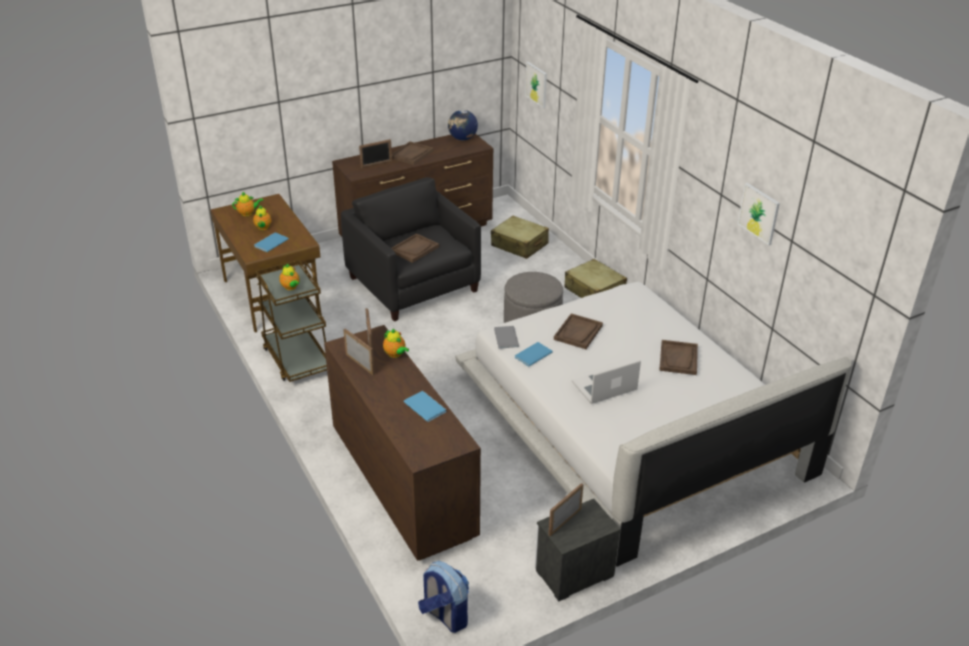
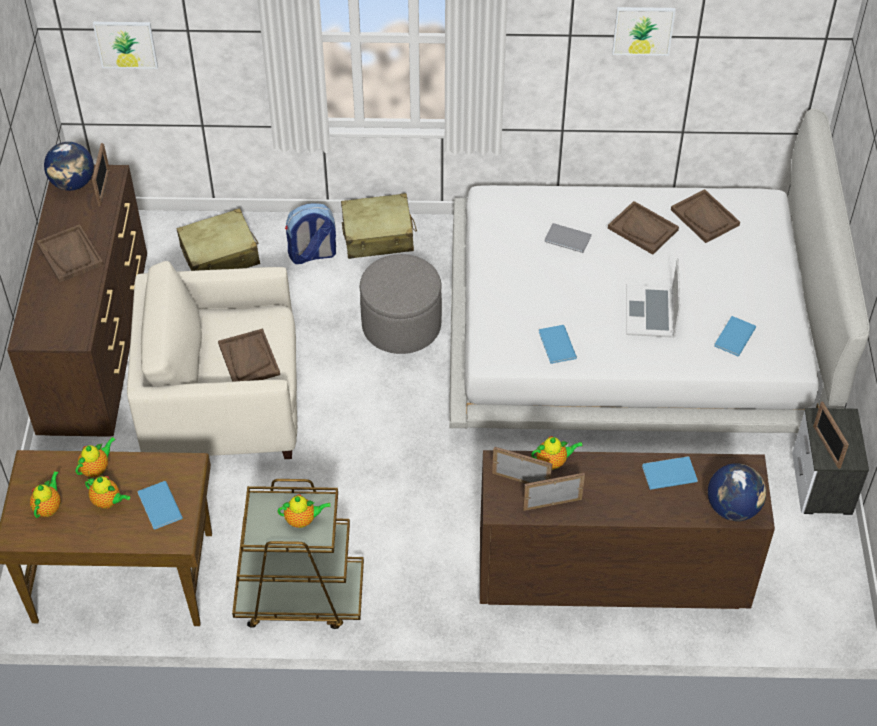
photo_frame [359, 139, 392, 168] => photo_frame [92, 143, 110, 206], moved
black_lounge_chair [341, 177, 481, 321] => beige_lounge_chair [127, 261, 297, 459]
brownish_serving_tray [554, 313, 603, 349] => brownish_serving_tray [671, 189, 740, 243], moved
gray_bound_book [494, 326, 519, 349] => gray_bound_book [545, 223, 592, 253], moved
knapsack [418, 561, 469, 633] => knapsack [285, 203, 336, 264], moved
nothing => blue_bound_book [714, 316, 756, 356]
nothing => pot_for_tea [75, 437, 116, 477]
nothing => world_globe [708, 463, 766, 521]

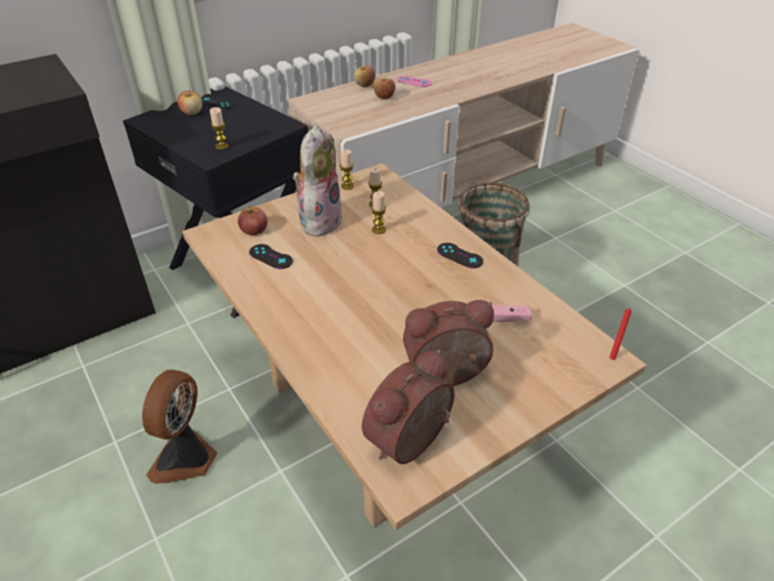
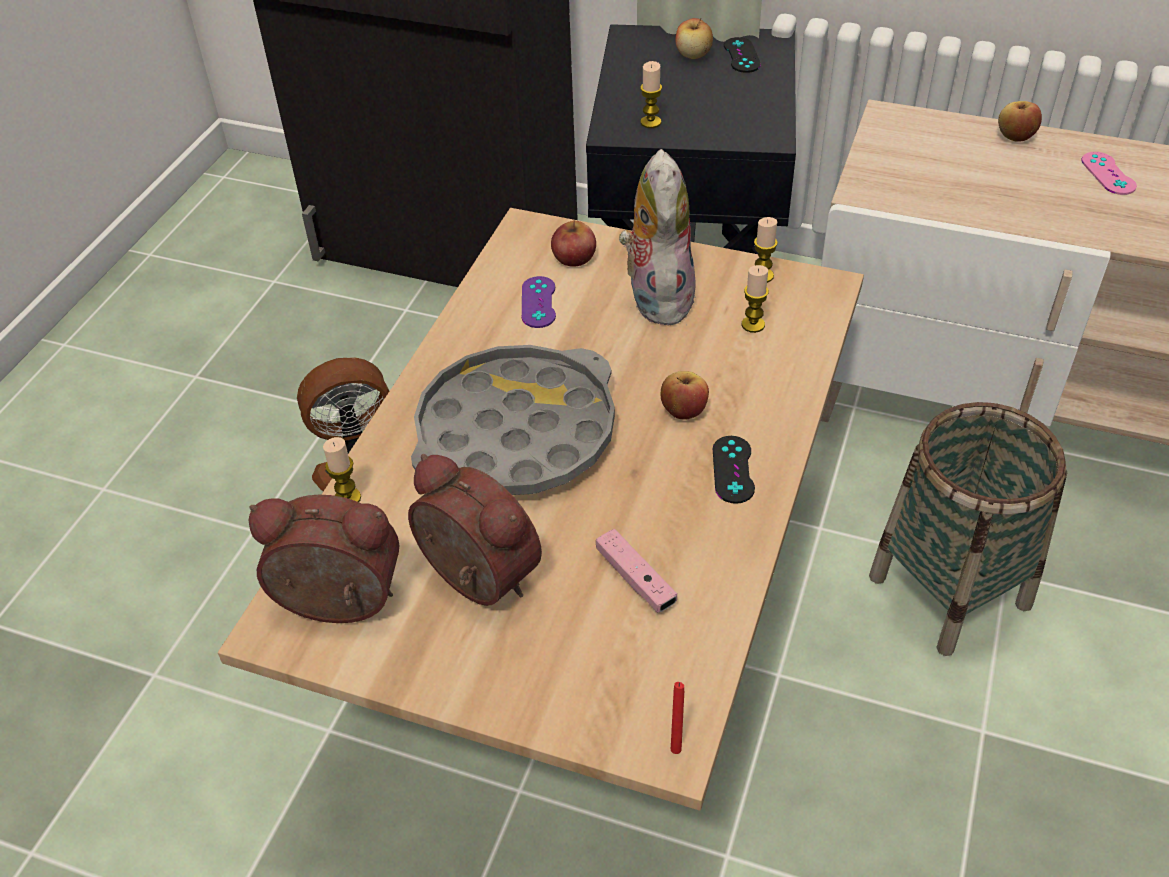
apple [374, 78, 395, 99] => apple [661, 371, 709, 420], moved
plush_toy [293, 125, 343, 237] => plush_toy [619, 149, 695, 326], 75 degrees counterclockwise
candle [371, 191, 386, 234] => candle [323, 437, 361, 502], moved
black_joypad [249, 244, 293, 269] => purple_joypad [522, 276, 556, 328]
nothing => gray_serving_tray [411, 345, 615, 495]

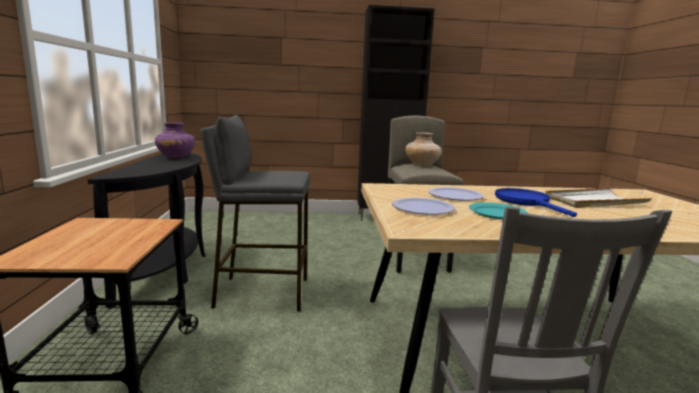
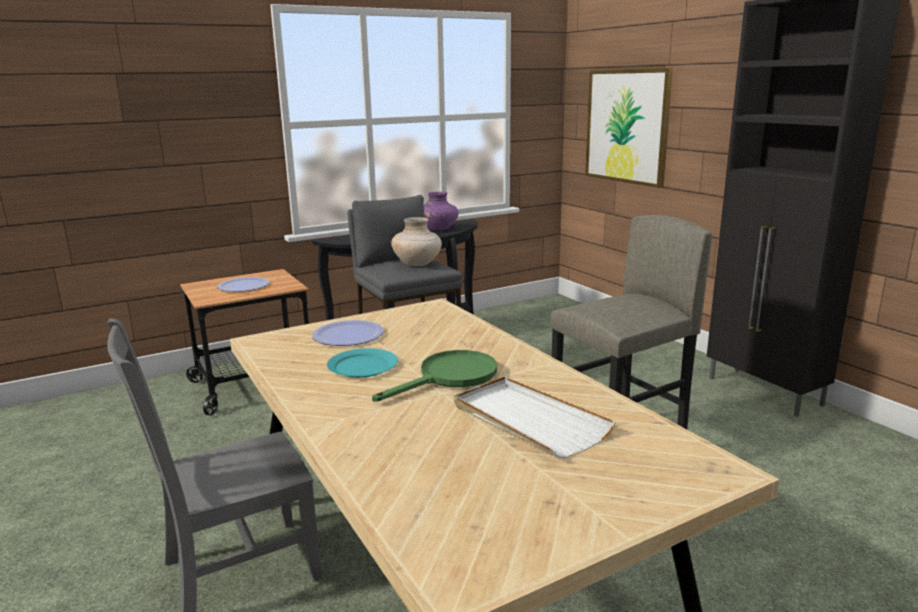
beige_decorative_vase [405, 132, 442, 166] => beige_decorative_vase [391, 217, 442, 266], moved
flat_dish [428, 187, 484, 201] => flat_dish [217, 277, 270, 292], moved
blue_skillet [495, 188, 577, 217] => green_skillet [372, 350, 497, 402]
nothing => wall_picture [585, 68, 673, 188]

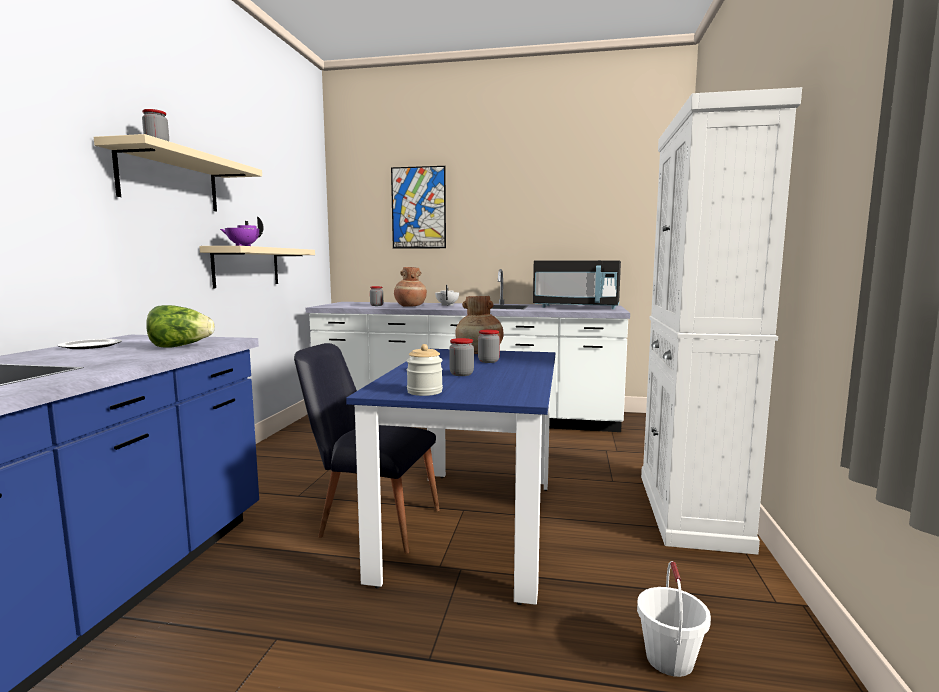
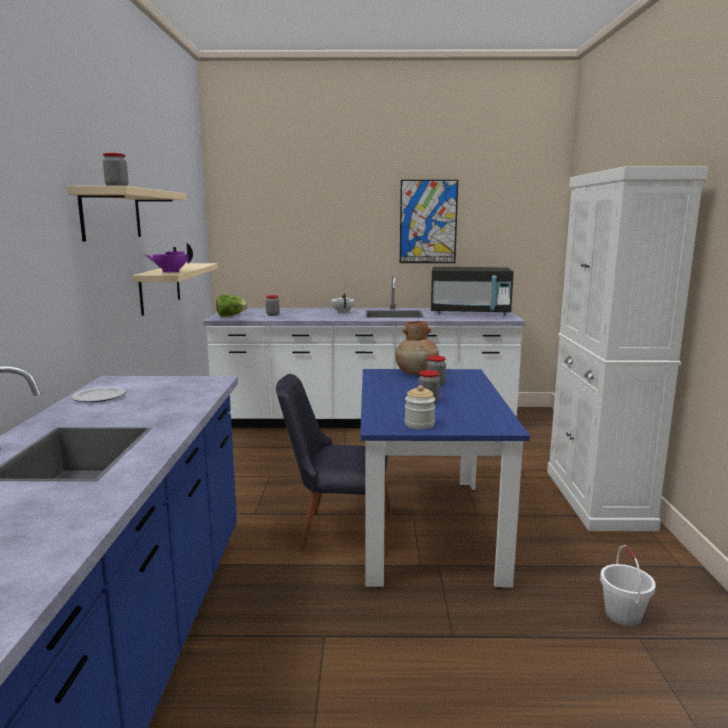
wall_picture [391, 166, 446, 249] => wall_picture [400, 180, 458, 263], moved
brownish_decorative_vase [394, 267, 427, 307] => nothing
lettuce [146, 305, 215, 348] => lettuce [216, 295, 248, 317], moved

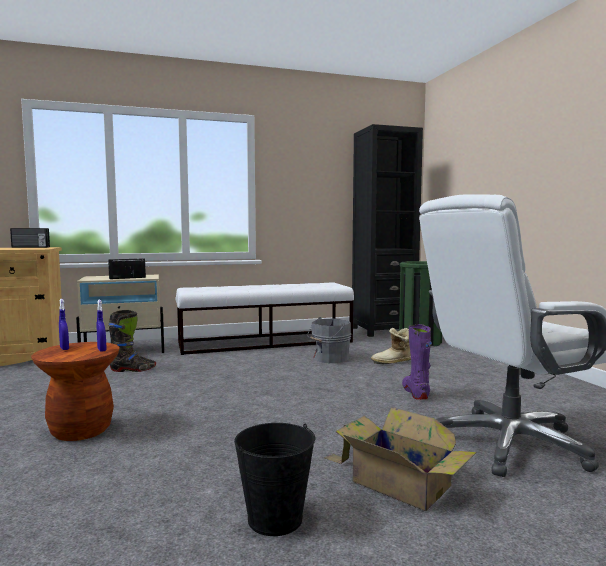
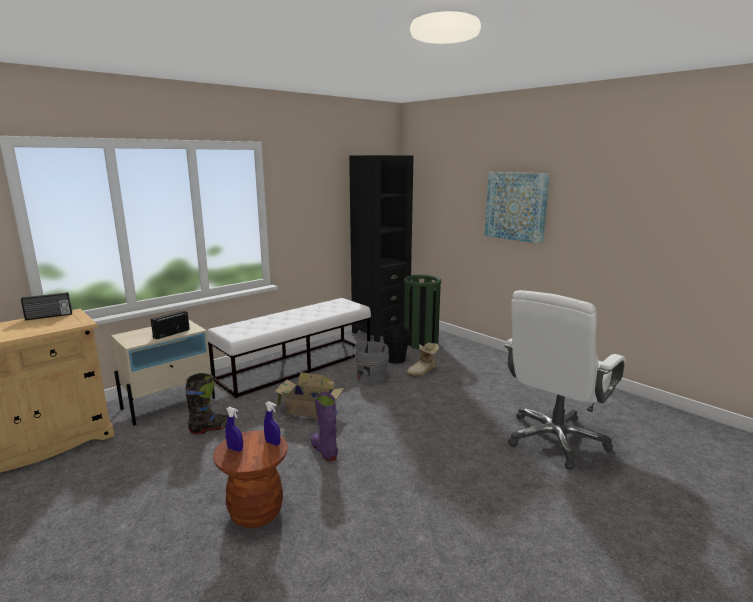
purple_boot [402, 324, 432, 400] => purple_boot [311, 392, 338, 461], moved
carton [325, 407, 476, 511] => carton [272, 372, 344, 418], moved
black_water_bucket [234, 423, 315, 536] => black_water_bucket [382, 326, 411, 363], moved
nothing => wall_picture [485, 172, 550, 244]

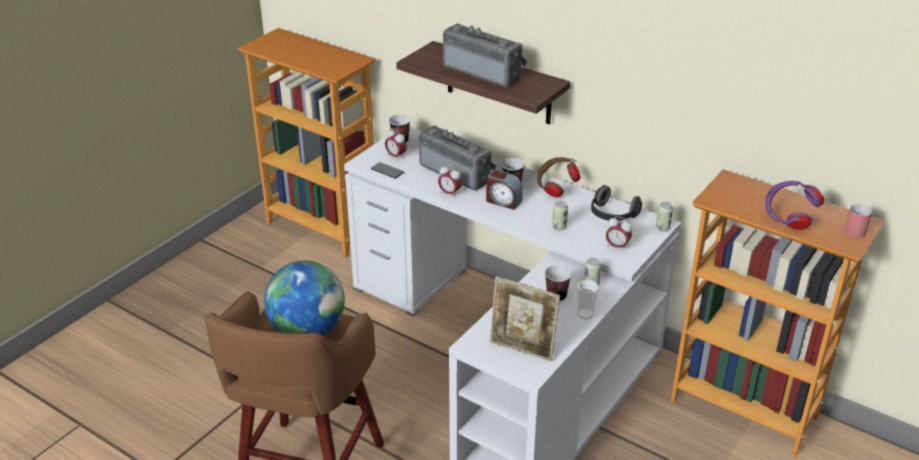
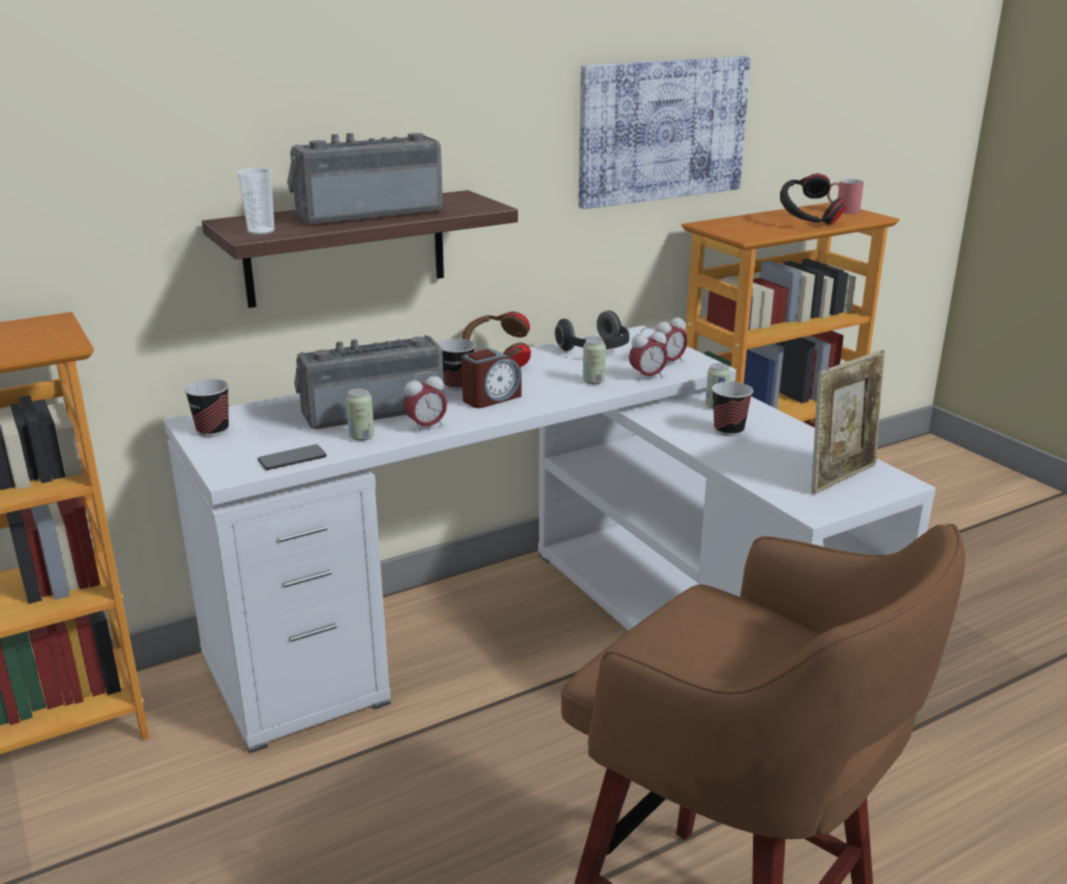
table_clock [385, 128, 407, 161] => table_clock [629, 326, 668, 381], moved
purple_pair_of_headphones [765, 181, 824, 230] => black_pair_of_headphones [780, 174, 846, 224]
metal_can [656, 202, 673, 231] => metal_can [346, 388, 374, 441], moved
world_globe [264, 260, 345, 336] => nothing
cup [578, 280, 599, 319] => cup [237, 168, 274, 235], moved
nothing => wall_picture [579, 56, 751, 209]

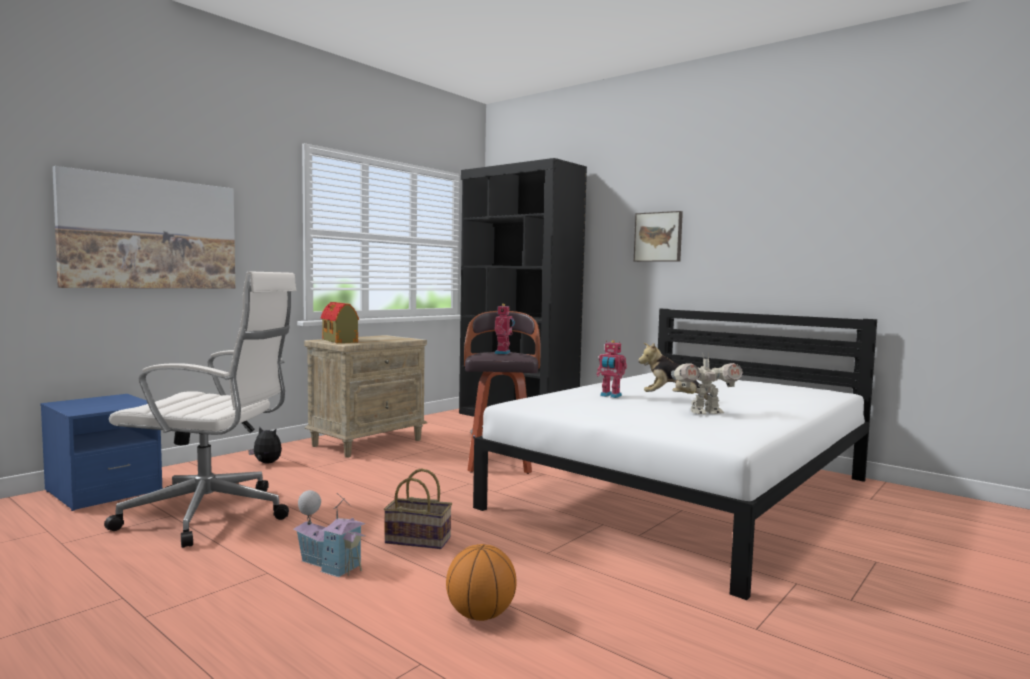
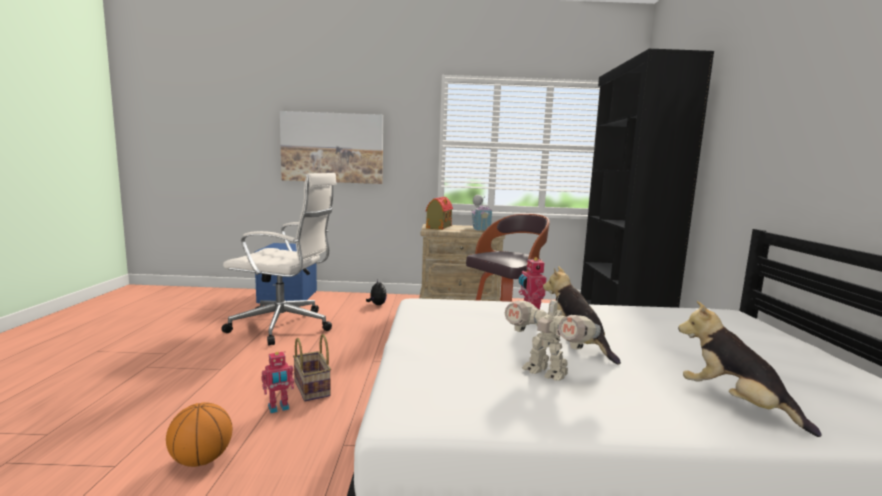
wall_picture [634, 211, 683, 262] => nothing
white_computer_chair [104, 271, 296, 548] => white_computer_chair [221, 173, 337, 346], 45 degrees counterclockwise
robot_figure [494, 304, 515, 355] => robot_figure [261, 351, 294, 413], moved
toy_house [293, 490, 366, 577] => toy_house [471, 195, 494, 231], moved
nothing => plush_toy [678, 301, 822, 437]

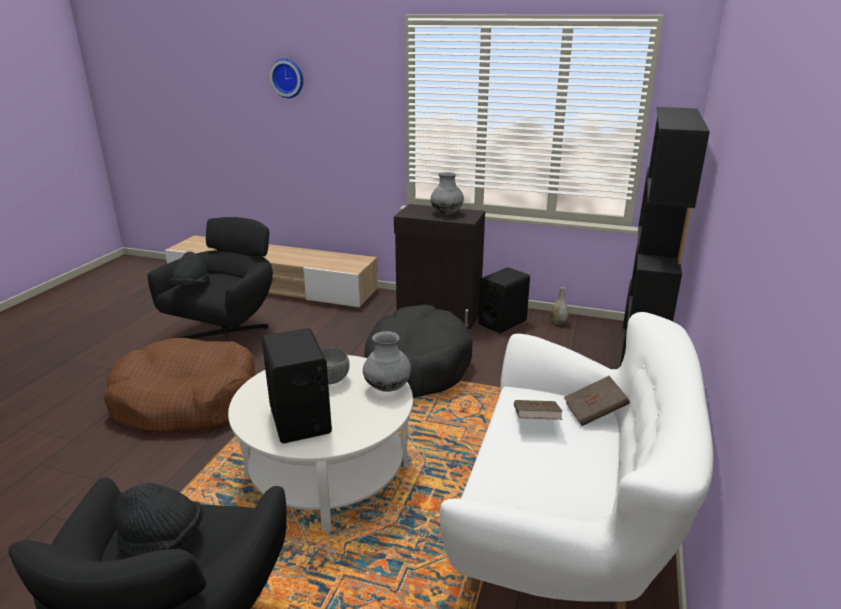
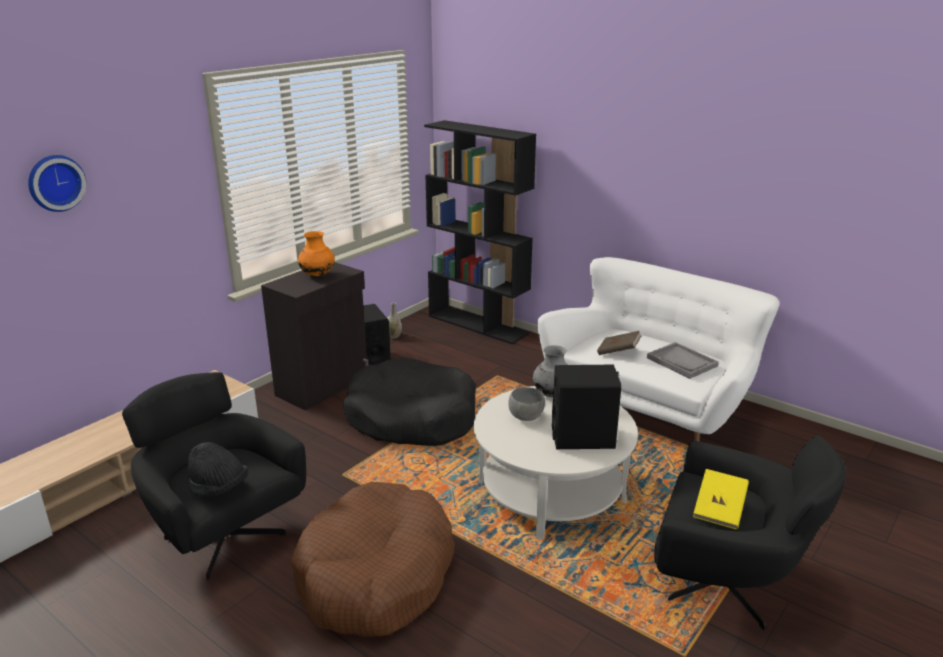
gray_decorative_vase [430, 172, 464, 214] => orange-coloured_decorative_vase [298, 231, 335, 276]
brownish_bound_book [564, 376, 630, 426] => nothing
black_clothing_hat [113, 483, 203, 557] => yellow_bound_book [693, 469, 749, 529]
nothing => gray_serving_tray [647, 342, 719, 379]

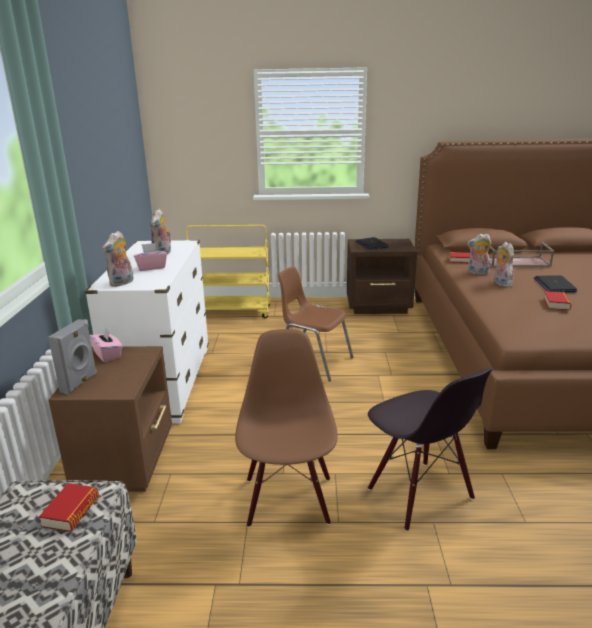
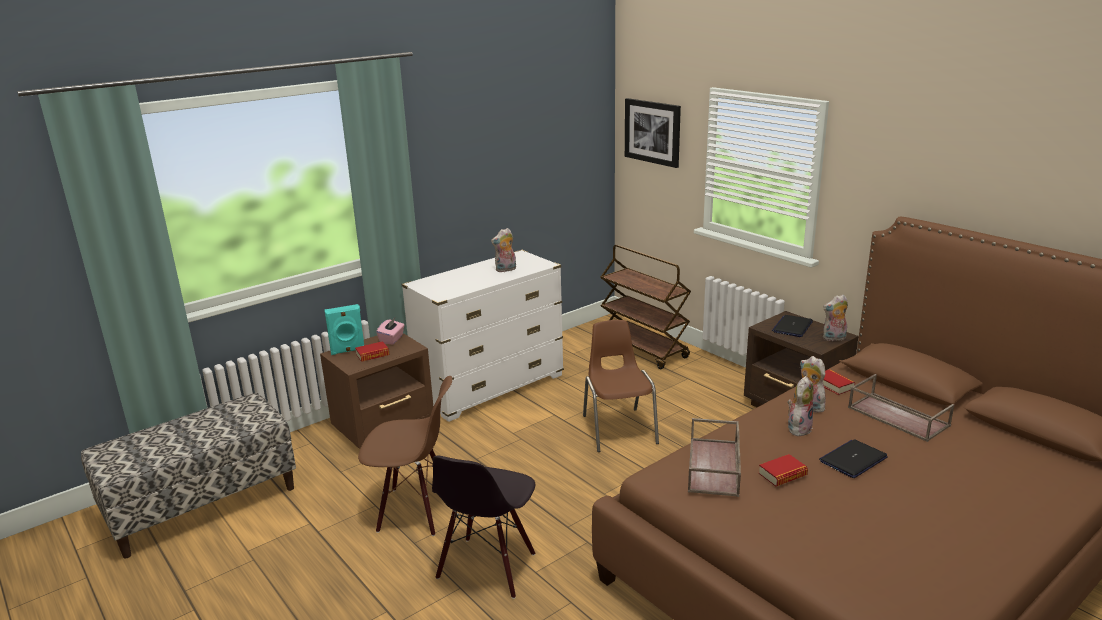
yellow_trolley [186, 225, 271, 318] => brownish_trolley [601, 245, 691, 369]
plush_toy [102, 231, 134, 287] => plush_toy [823, 295, 848, 341], moved
pinkish_tissue_box [134, 243, 167, 271] => nothing
gray_loudspeaker [48, 319, 97, 395] => turquoise-coloured_loudspeaker [325, 304, 364, 355]
brownish_plain_chair [235, 329, 338, 528] => brownish_plain_chair [358, 376, 452, 536], 45 degrees clockwise
bound_book [39, 483, 99, 532] => bound_book [355, 341, 389, 362], moved
nothing => wall_picture [625, 98, 681, 168]
nothing => brownish_serving_tray [688, 418, 741, 497]

